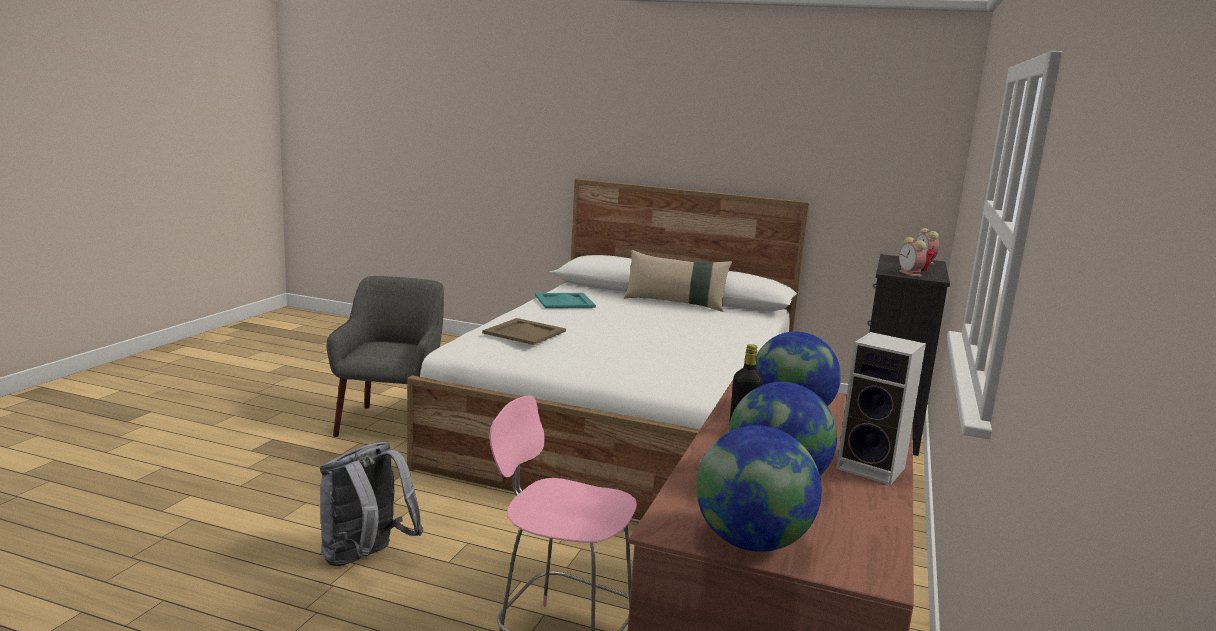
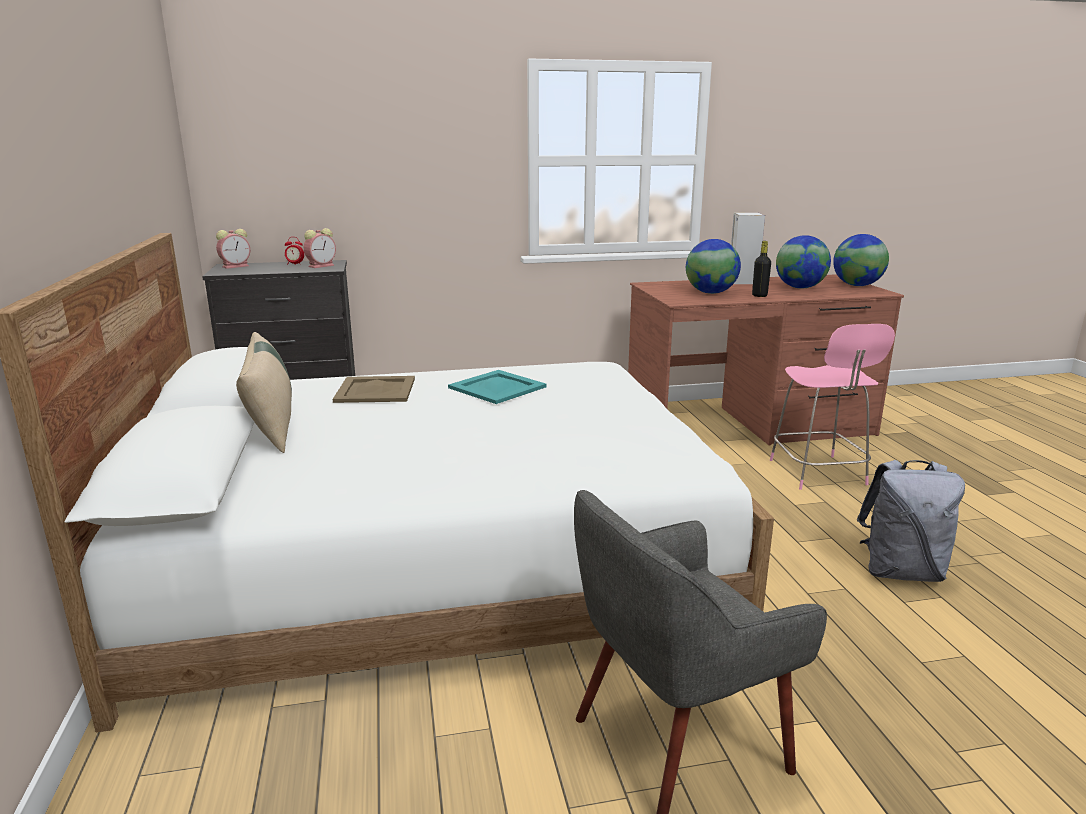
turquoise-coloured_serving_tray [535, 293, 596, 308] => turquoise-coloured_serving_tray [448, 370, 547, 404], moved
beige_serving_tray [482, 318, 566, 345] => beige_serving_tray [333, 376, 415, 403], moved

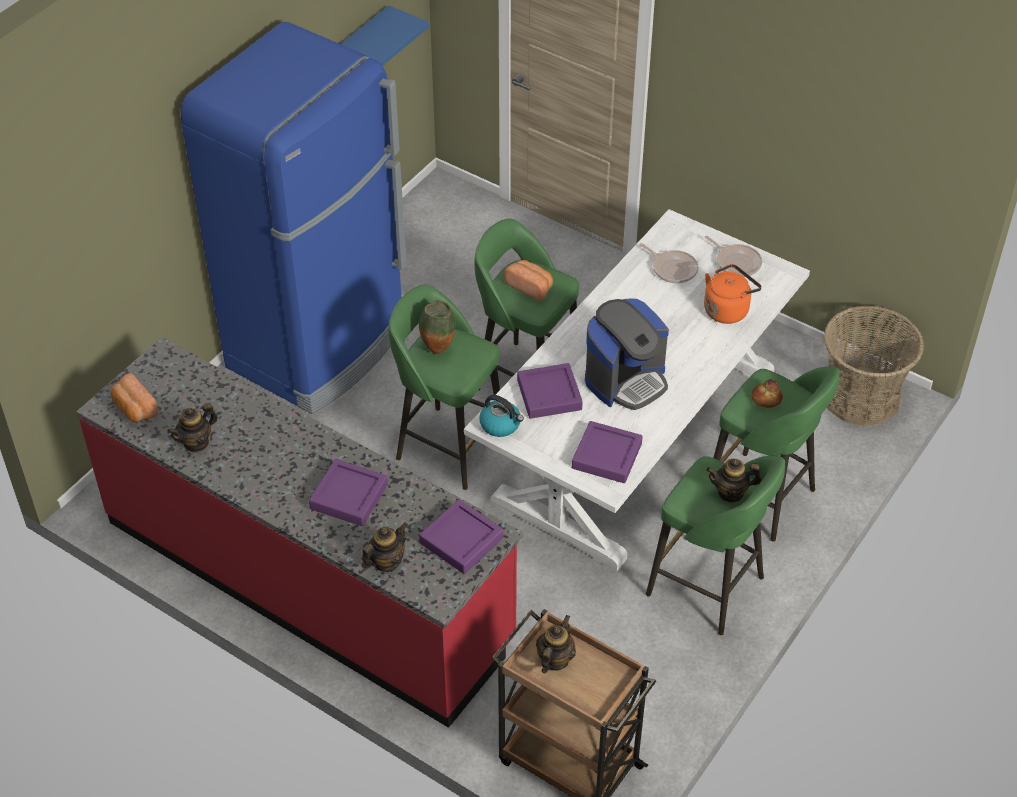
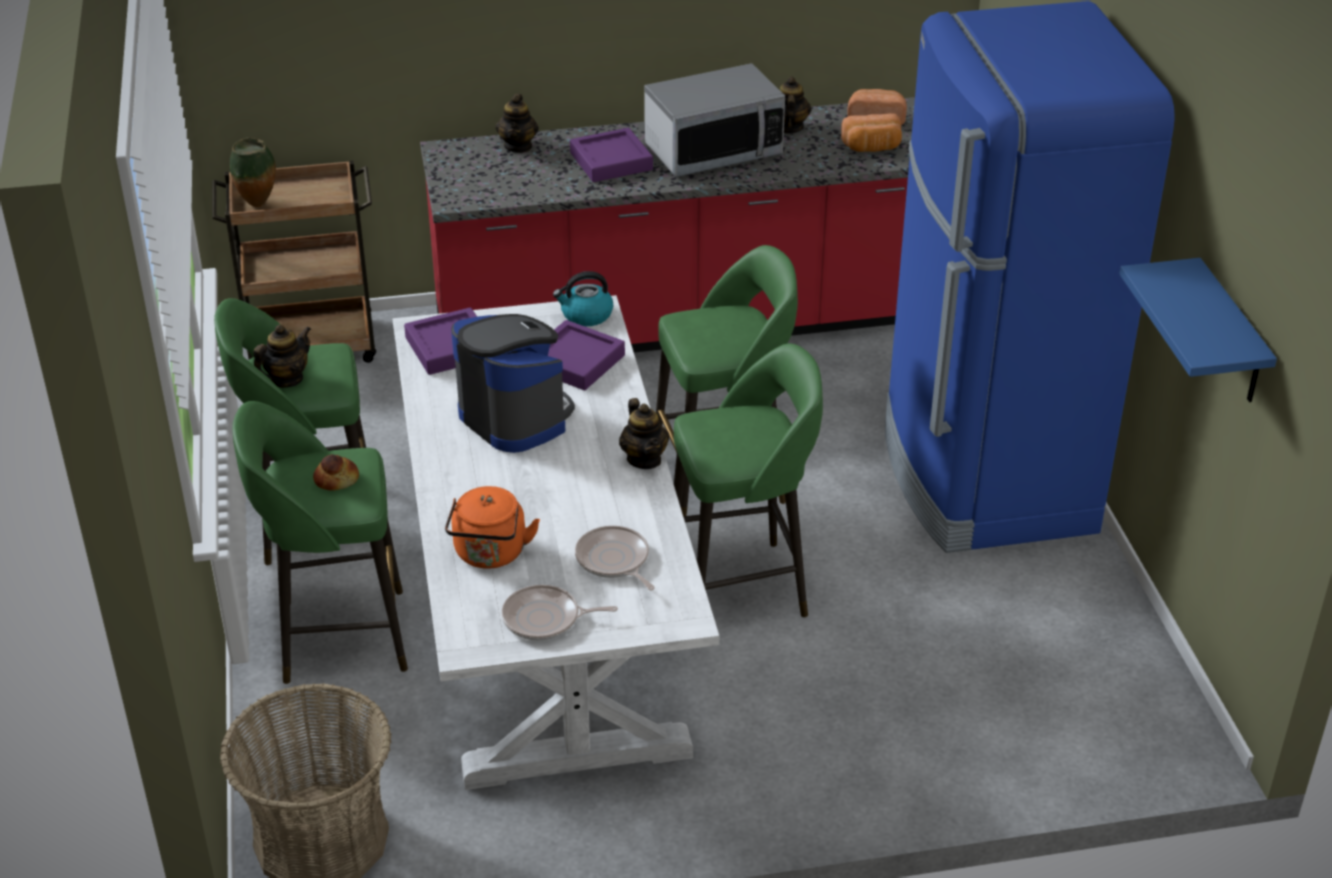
skillet [639, 243, 698, 283] => skillet [575, 526, 655, 590], 60 degrees clockwise
bakery_bread [504, 260, 553, 301] => bakery_bread [841, 113, 902, 152], moved
coffee_brewer [585, 298, 669, 410] => coffee_brewer [451, 314, 575, 453], 135 degrees clockwise
decorative_vase [419, 300, 456, 354] => decorative_vase [230, 138, 276, 207], moved
purple_serving_tray [419, 499, 503, 574] => nothing
pot_for_tea [536, 615, 576, 673] => pot_for_tea [619, 398, 669, 469], moved
nothing => microwave_oven [644, 63, 785, 177]

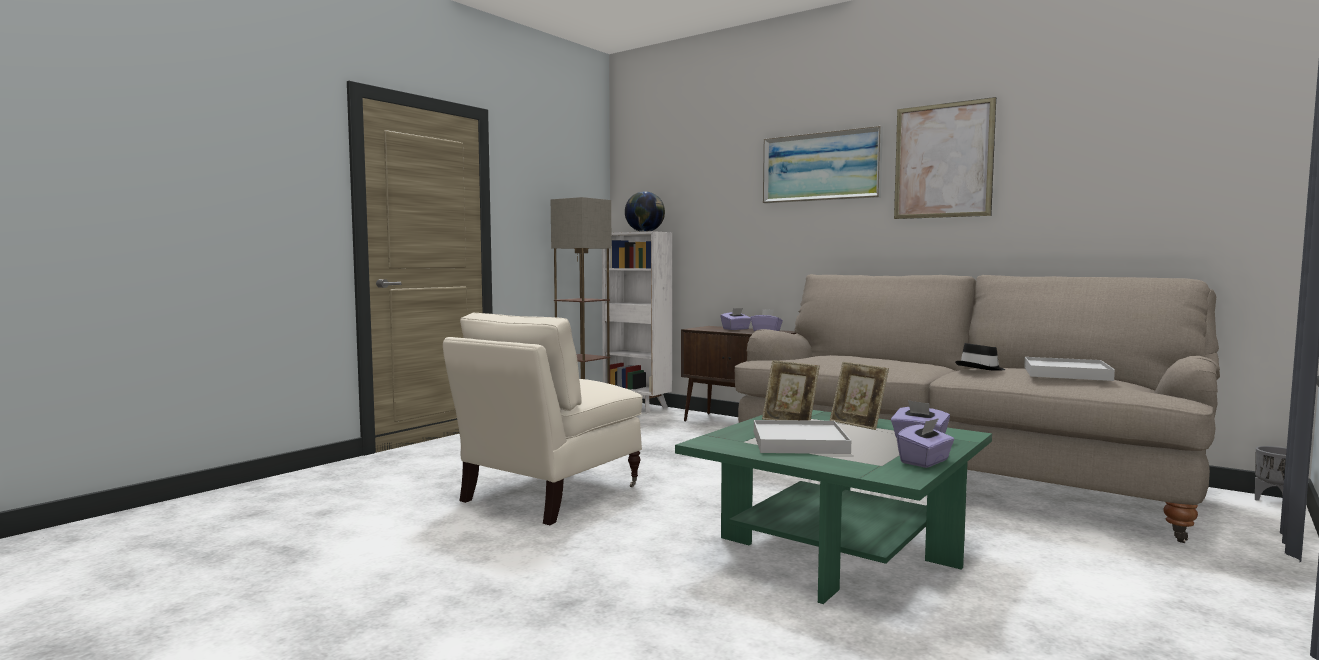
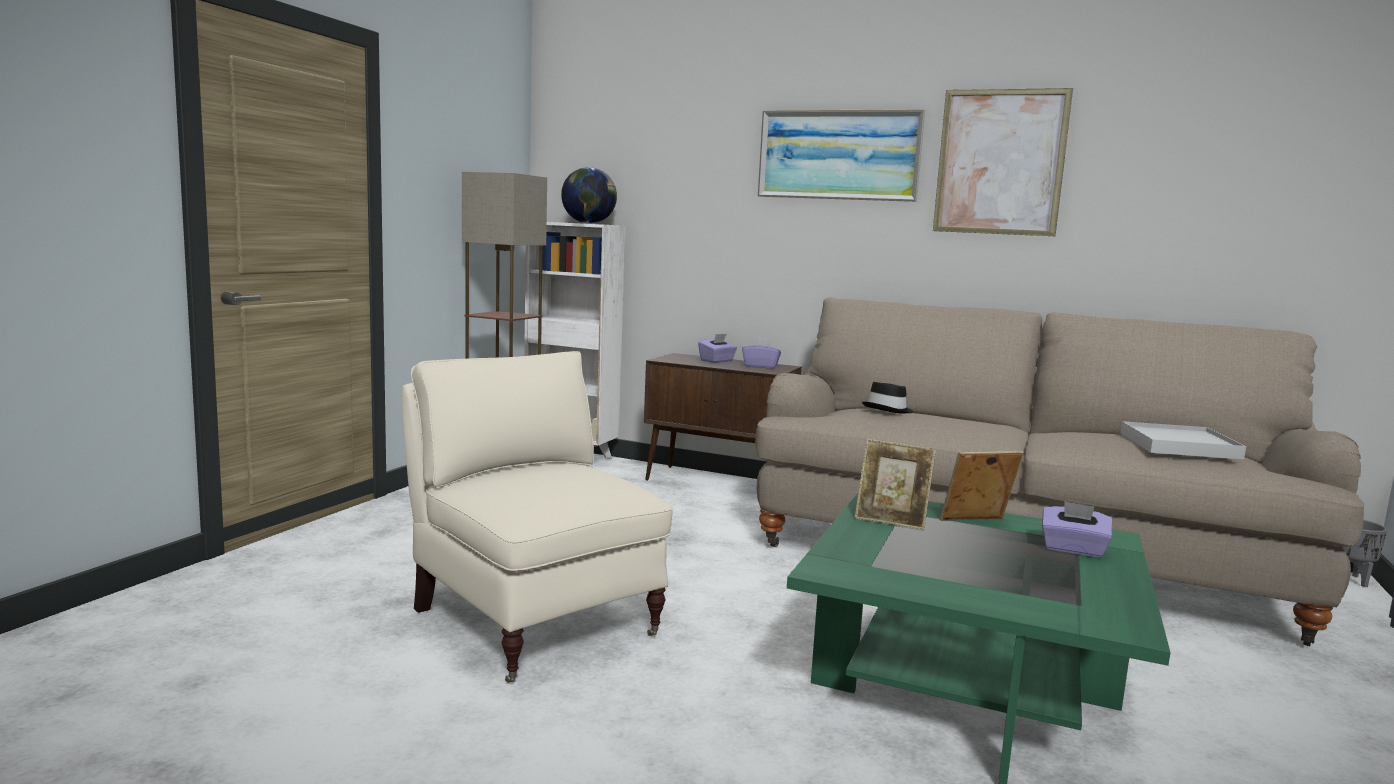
beige_lounge_chair [443, 313, 643, 525] => beige_lounge_chair [402, 351, 673, 683], 120 degrees clockwise
black_clothing_hat [955, 343, 1005, 371] => black_clothing_hat [862, 382, 914, 414], moved
photo_frame [830, 362, 889, 430] => photo_frame [940, 451, 1024, 521], 135 degrees clockwise
purple_tissue_box [897, 418, 954, 468] => nothing
white_serving_tray [754, 420, 851, 454] => nothing

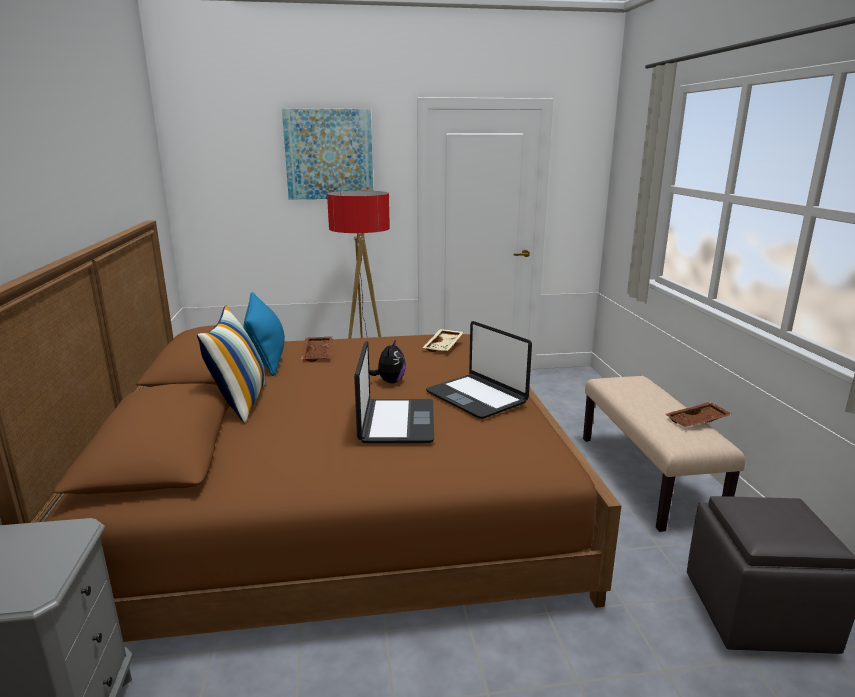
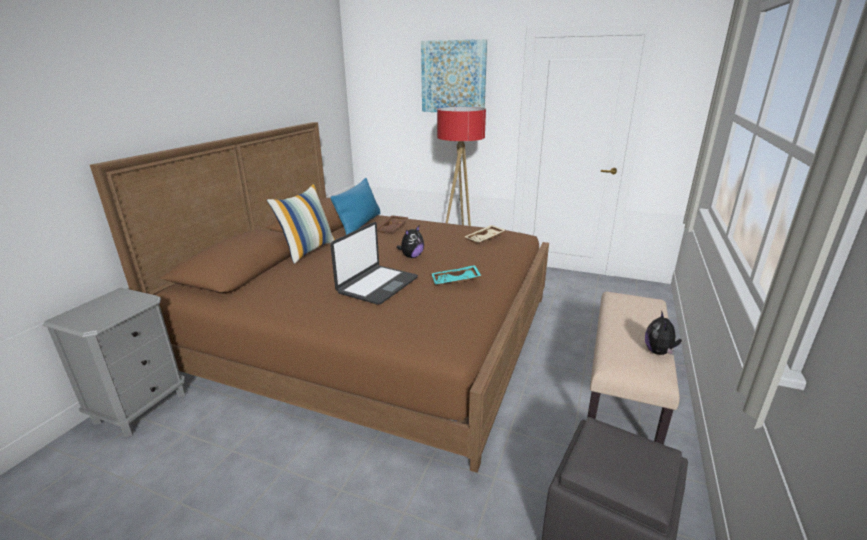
notebook_computer [426, 321, 532, 419] => turquoise-coloured_serving_tray [431, 265, 481, 284]
brownish_serving_tray [665, 402, 732, 427] => plush_toy [645, 310, 682, 355]

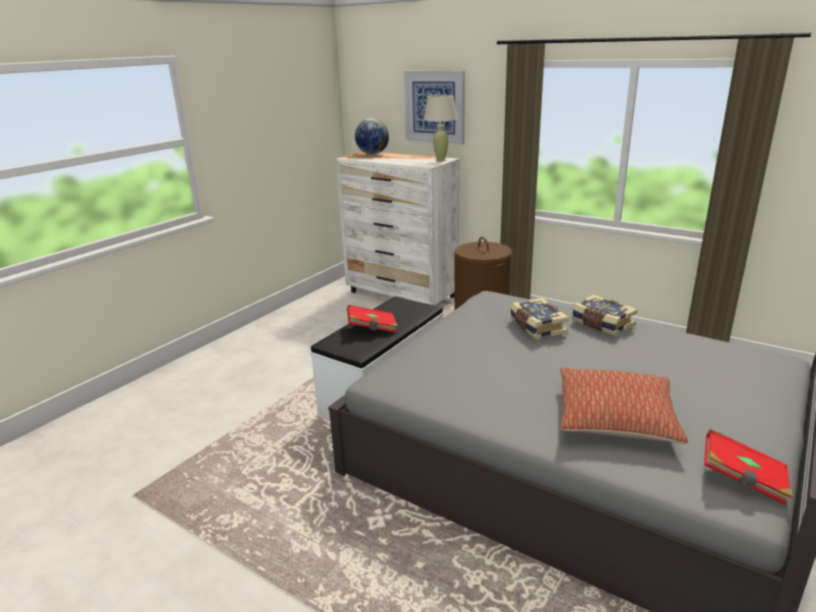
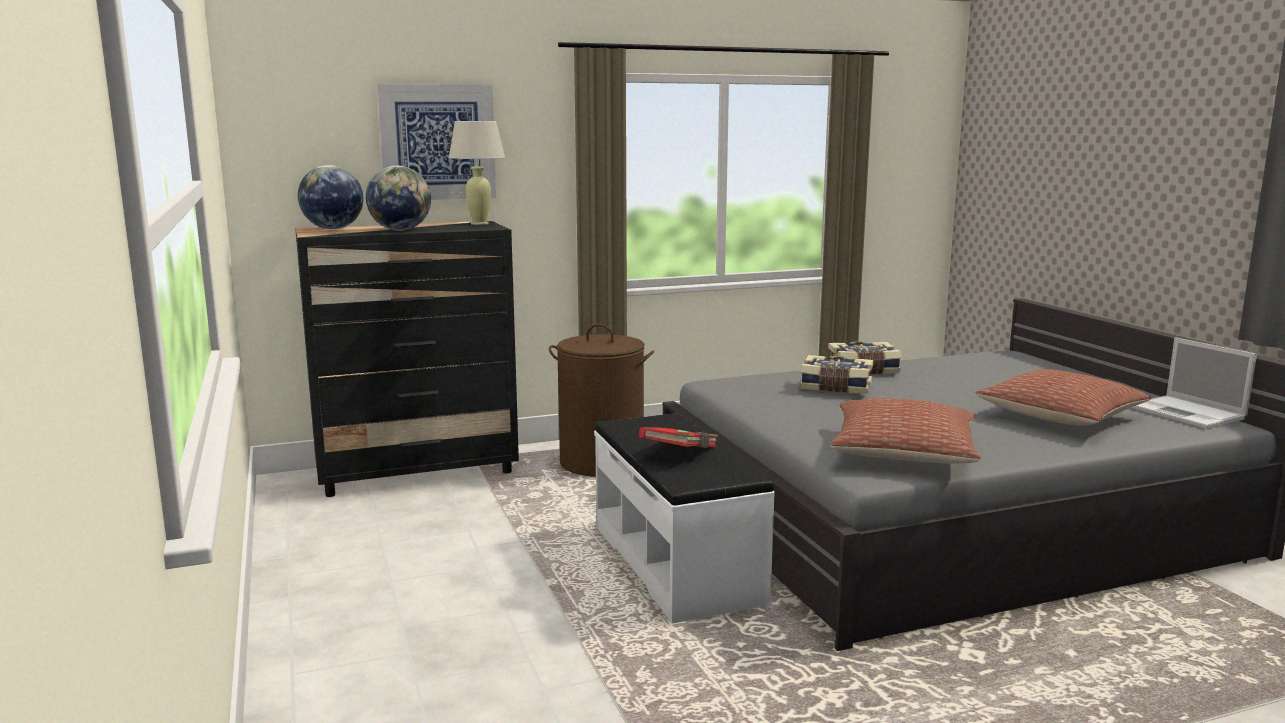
white_drawer_chest [336, 152, 460, 305] => black_drawer_chest [295, 221, 519, 497]
red_bound_book [704, 429, 793, 505] => notebook_computer [1131, 337, 1257, 429]
nothing => world_globe [366, 166, 431, 231]
nothing => throw_pillow [830, 398, 981, 464]

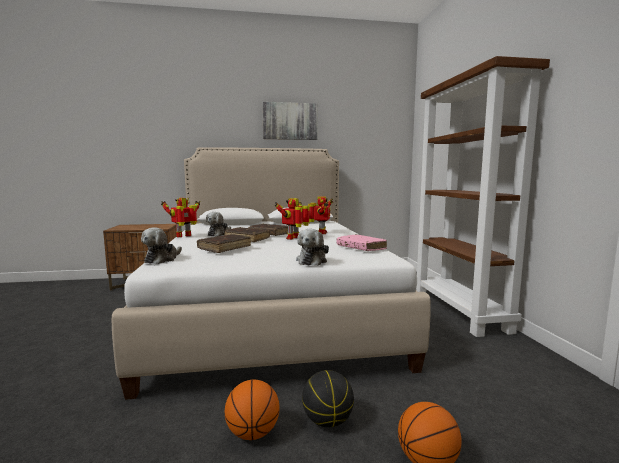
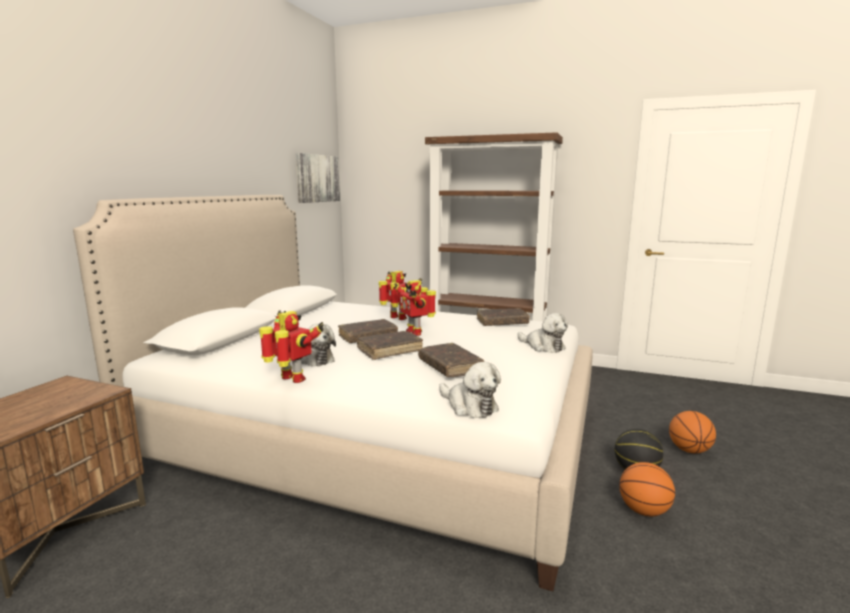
wall_picture [262, 102, 318, 140] => wall_picture [296, 153, 340, 203], moved
robot_figure [161, 198, 200, 237] => robot_figure [259, 310, 324, 383], 135 degrees clockwise
pinkish_bound_book [337, 234, 387, 251] => brownish_bound_book [477, 308, 530, 326]

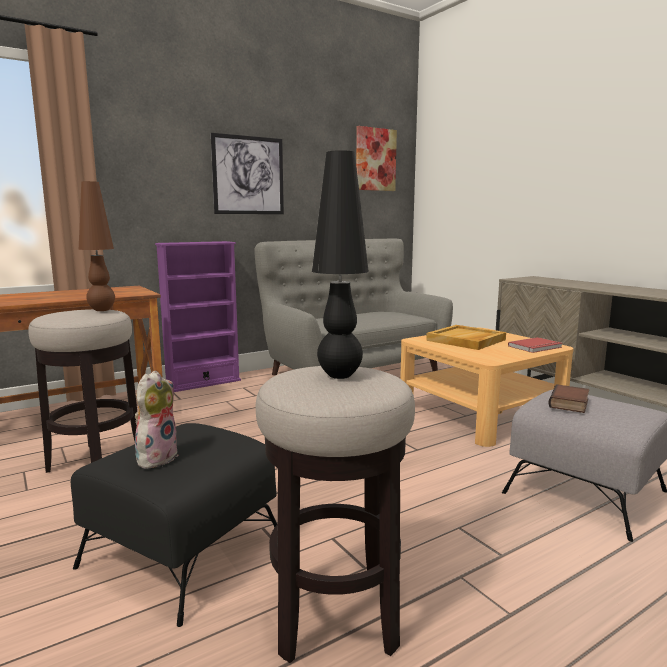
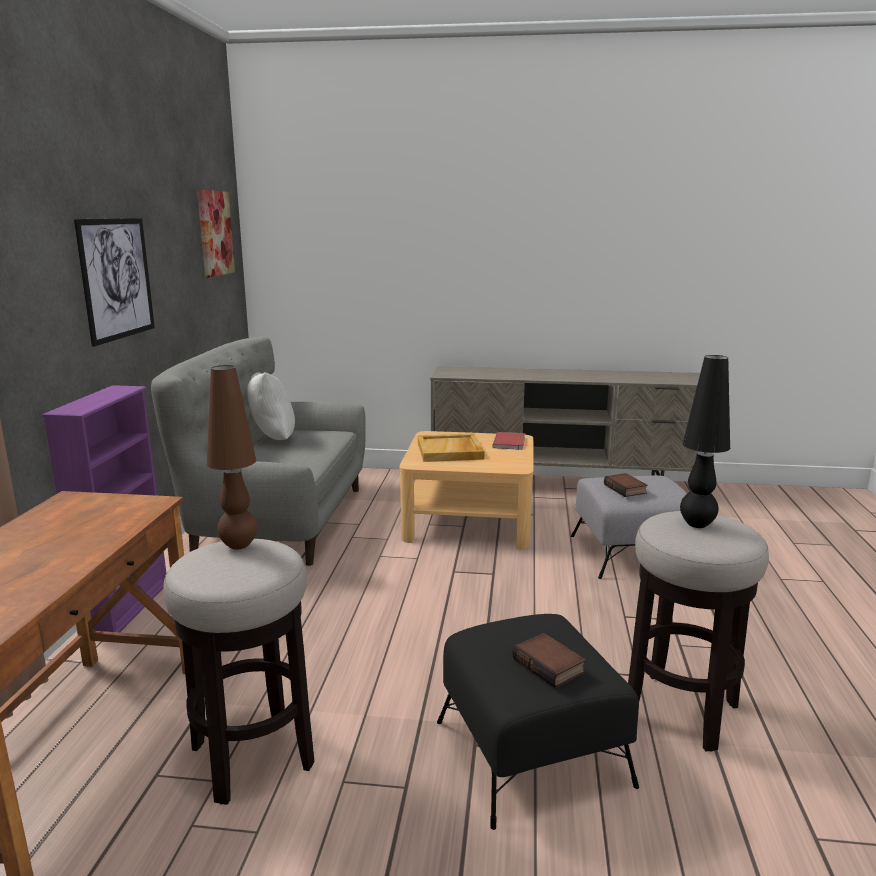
plush_toy [135, 371, 178, 469] => bound_book [513, 633, 586, 688]
nothing => white_throw_pillow [248, 372, 295, 440]

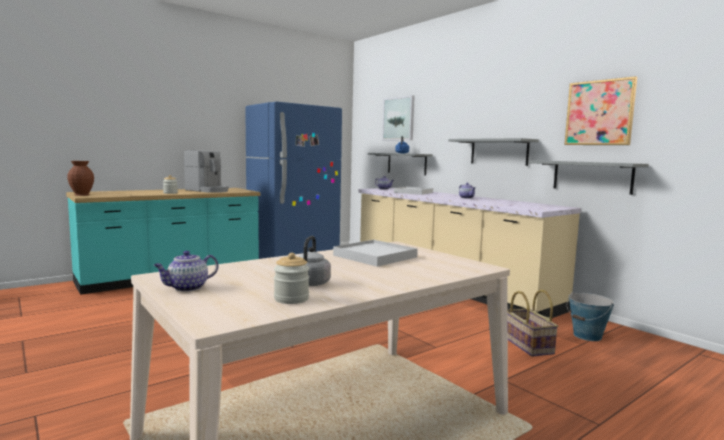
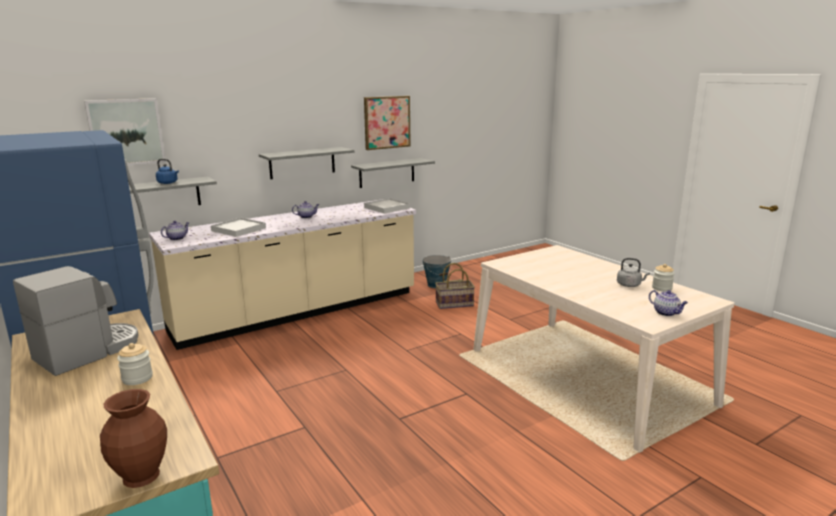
white_serving_tray [333, 240, 418, 267] => white_serving_tray [364, 198, 410, 214], moved

